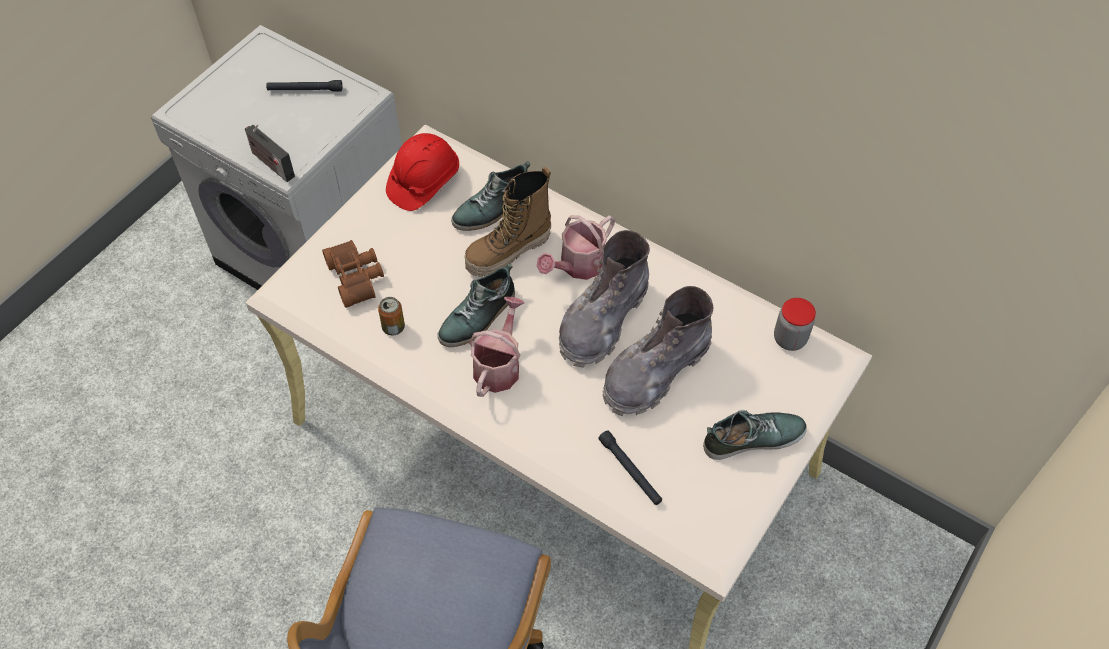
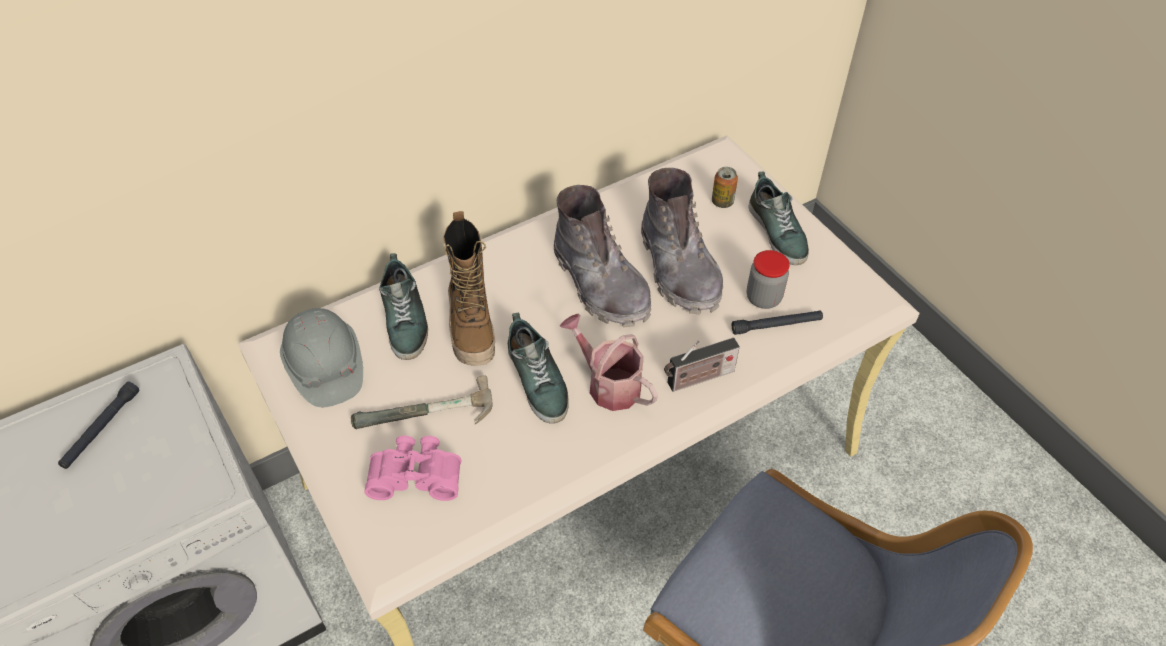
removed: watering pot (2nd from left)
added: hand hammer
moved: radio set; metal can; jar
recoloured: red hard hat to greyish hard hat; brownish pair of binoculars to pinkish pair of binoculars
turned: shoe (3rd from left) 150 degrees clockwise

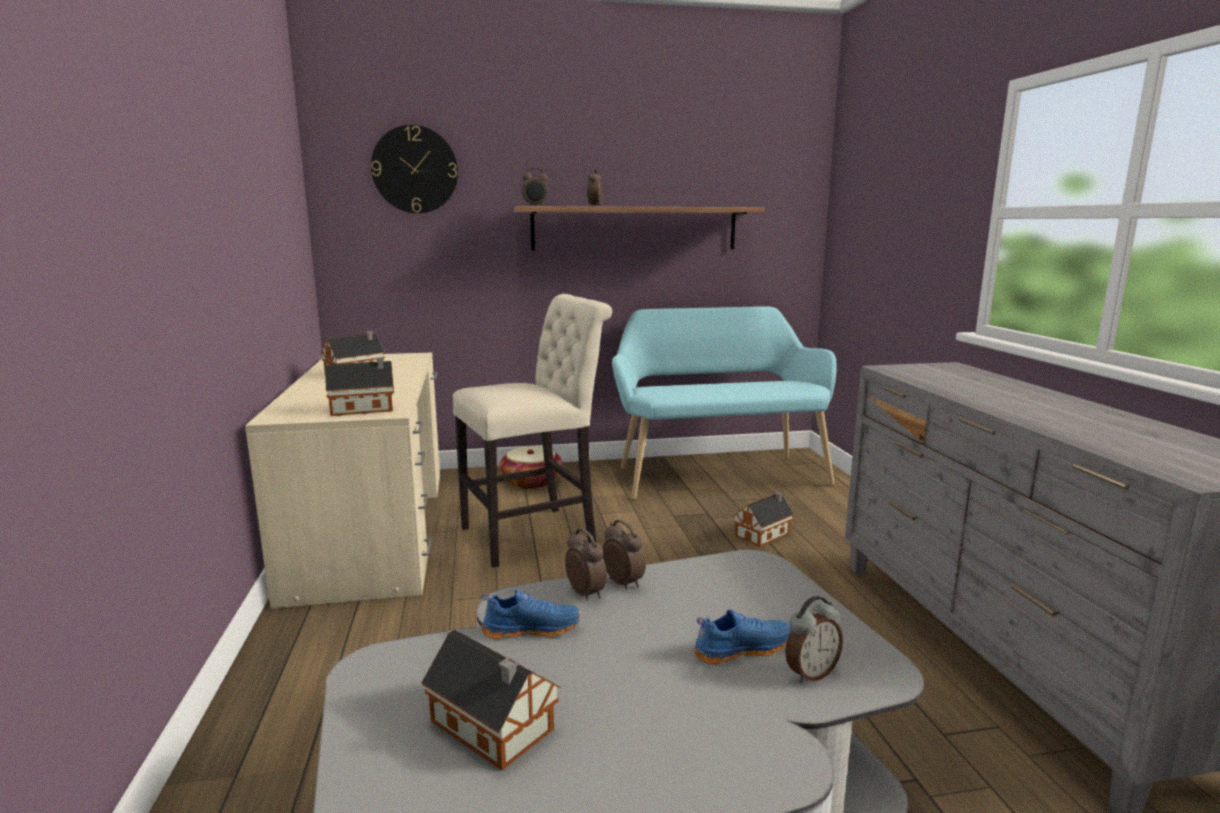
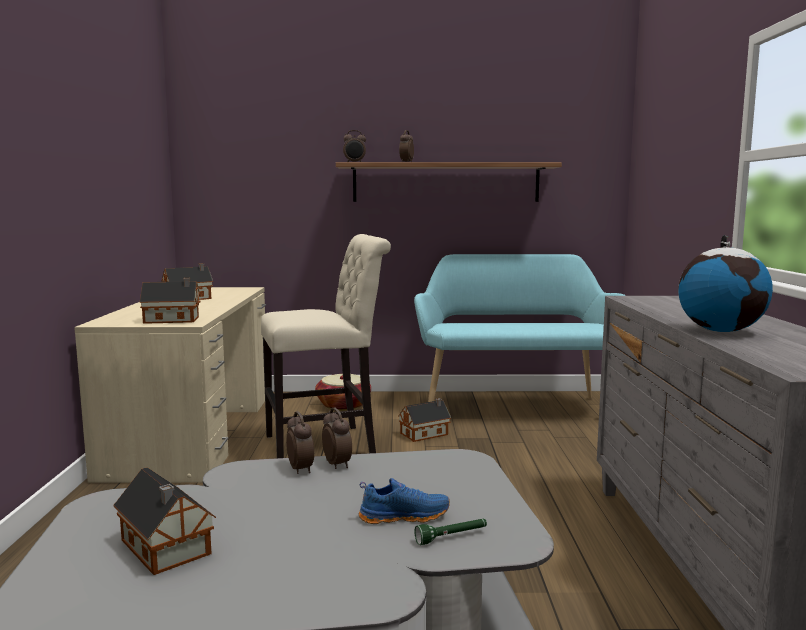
removed: hanging clock; bluish shoe (1st from left)
added: globe
moved: miniature house (4th from left)
replaced: table clock (5th from left) to greenish hand torch

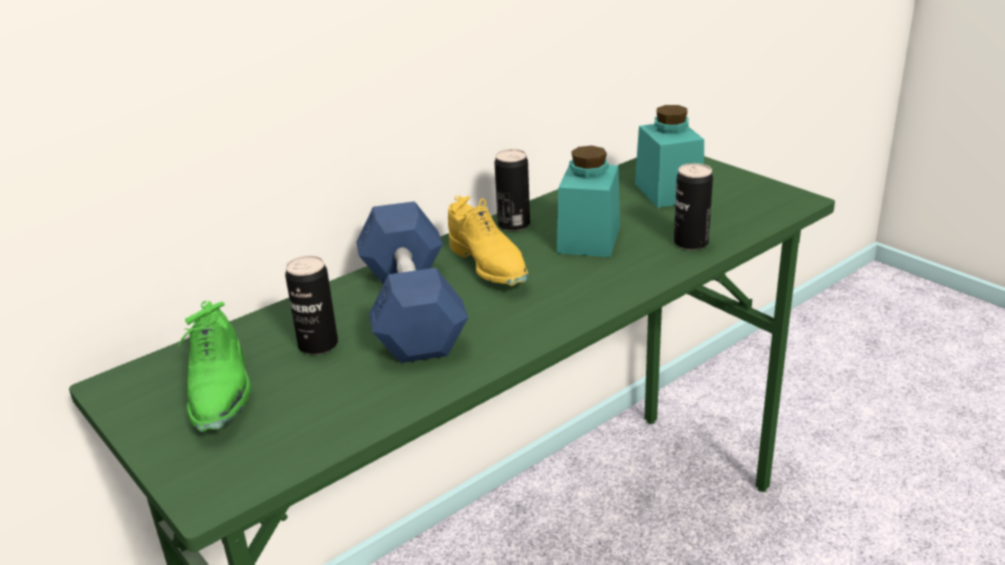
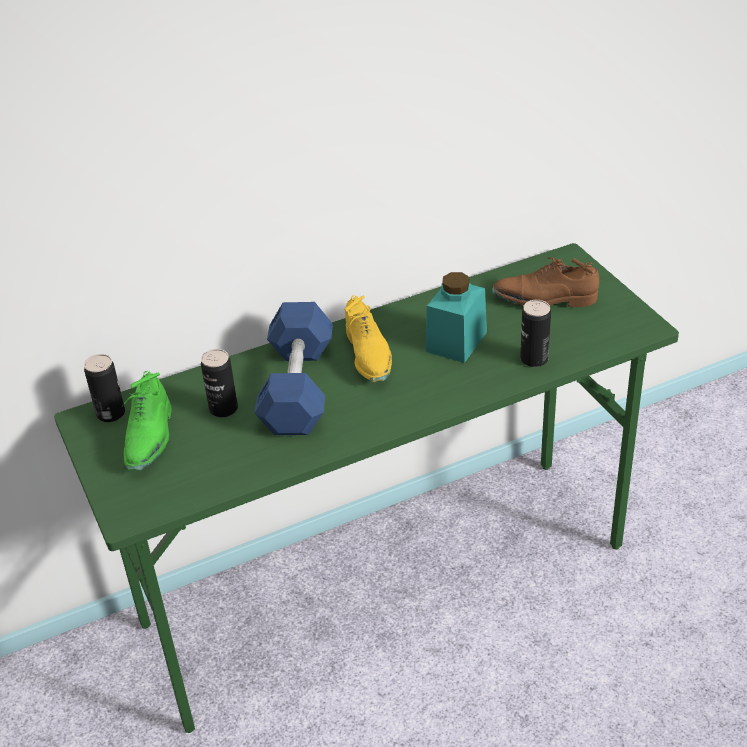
moved: metal can (2nd from left in the first image) to metal can (1st from left)
replaced: turquoise-coloured jar (2nd from left) to brownish shoe

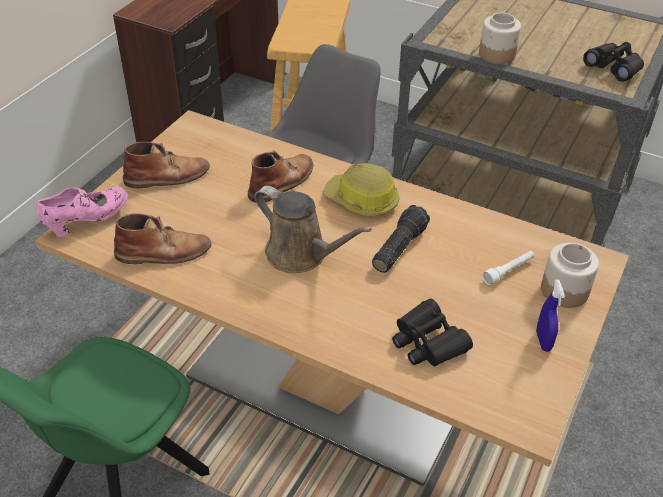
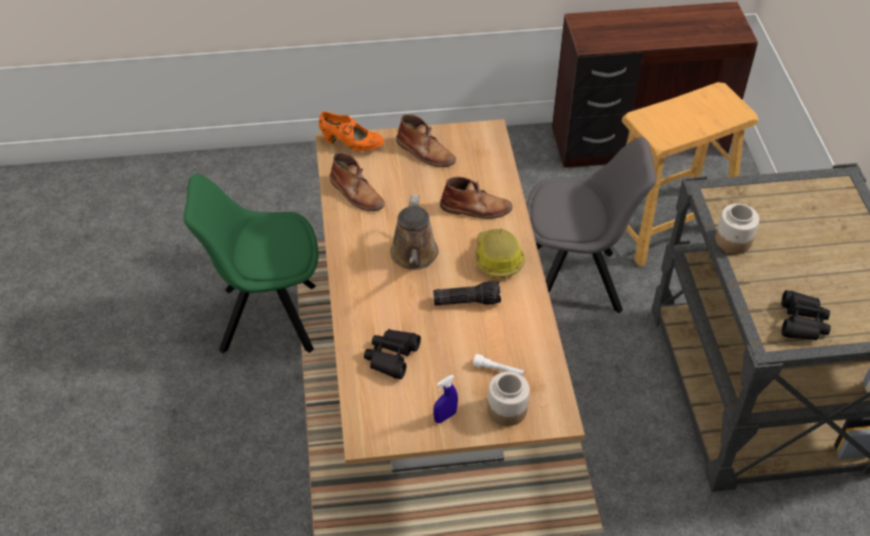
recoloured: pinkish shoe to orange-coloured shoe

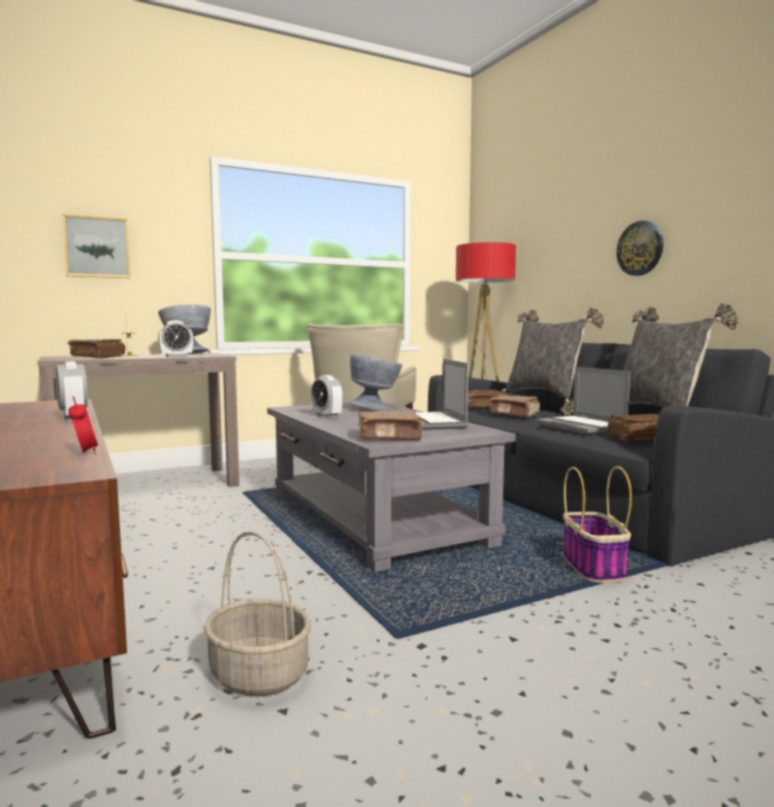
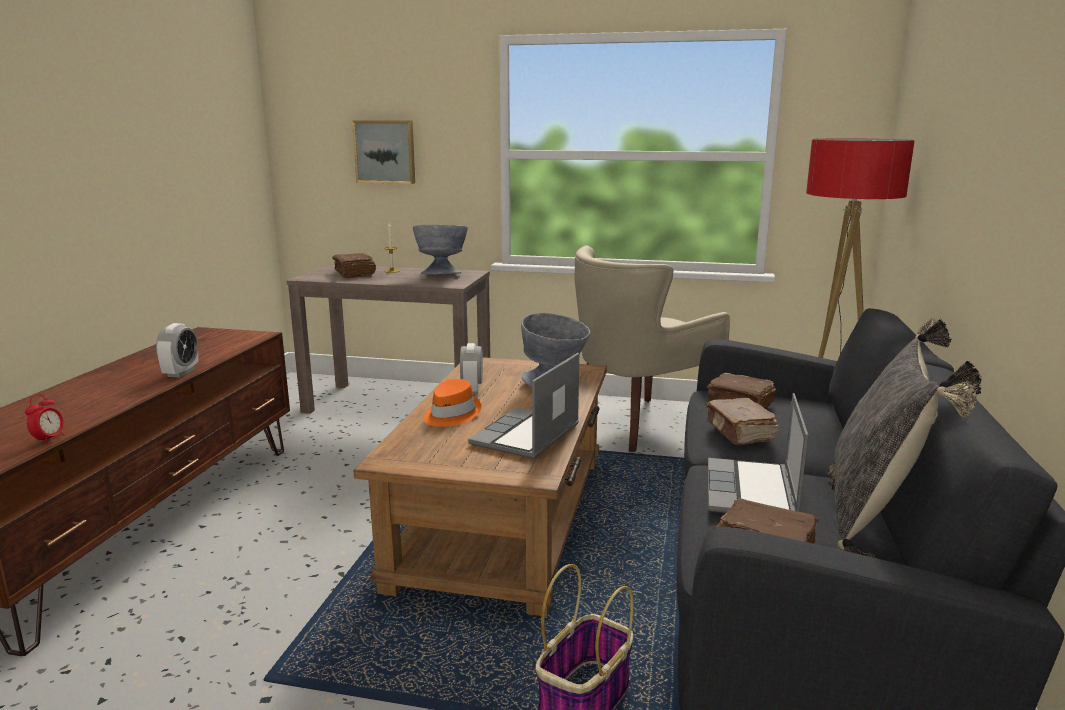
removed: hanging clock; throw pillow (1st from left); table clock (3rd from left); brownish book (2nd from left); storage basket (1st from left)
added: orange-coloured clothing hat
recoloured: greyish coffee table to brownish coffee table

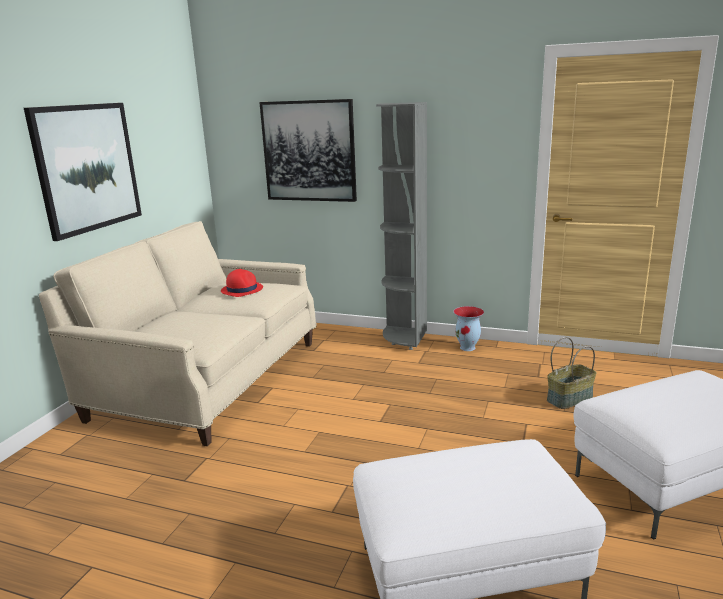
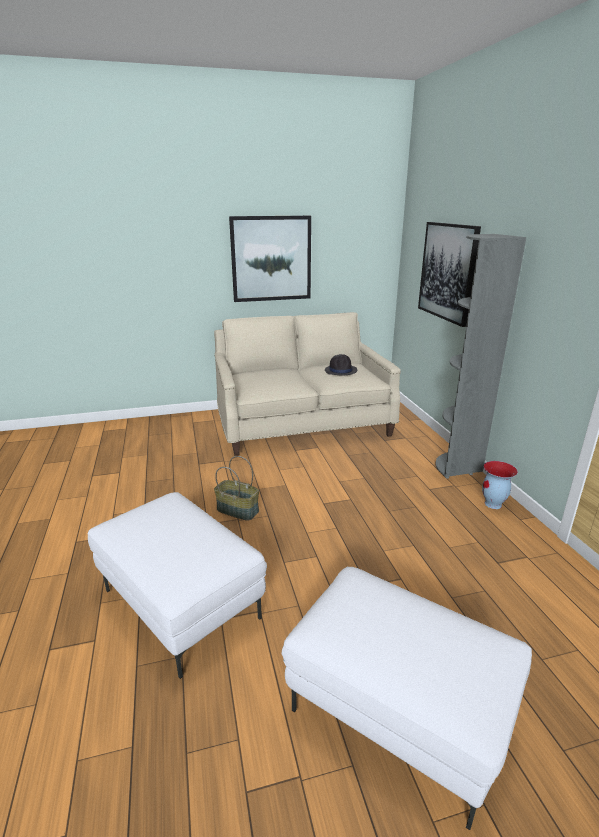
moved: storage basket
recoloured: red clothing hat to blackish clothing hat

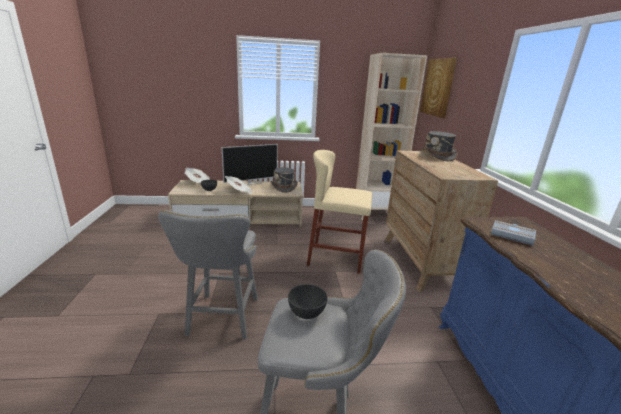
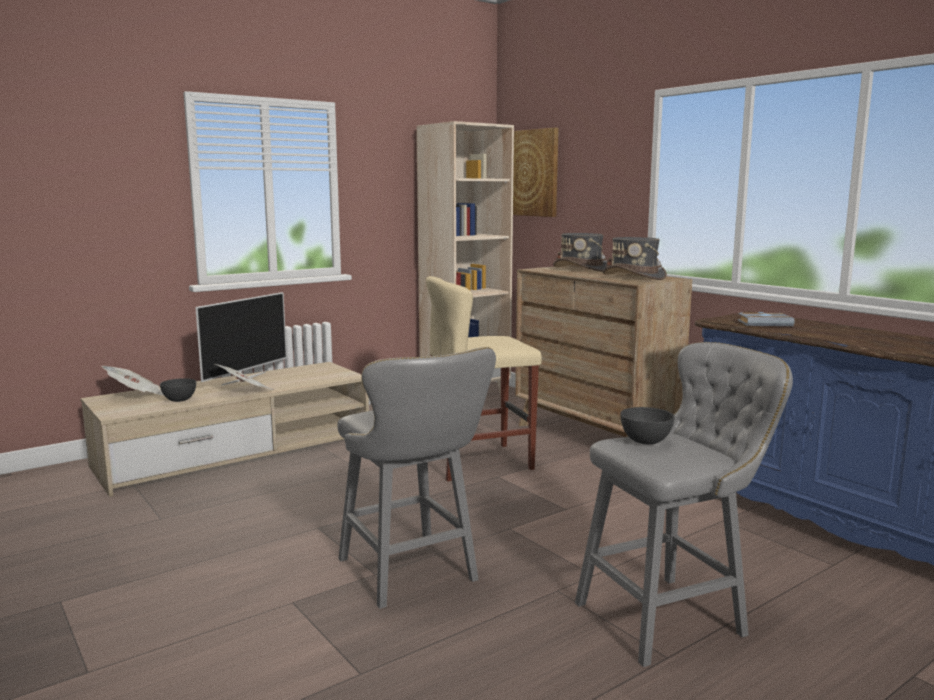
moved: greyish clothing hat (1st from left in the first image) to greyish clothing hat (2nd from left)

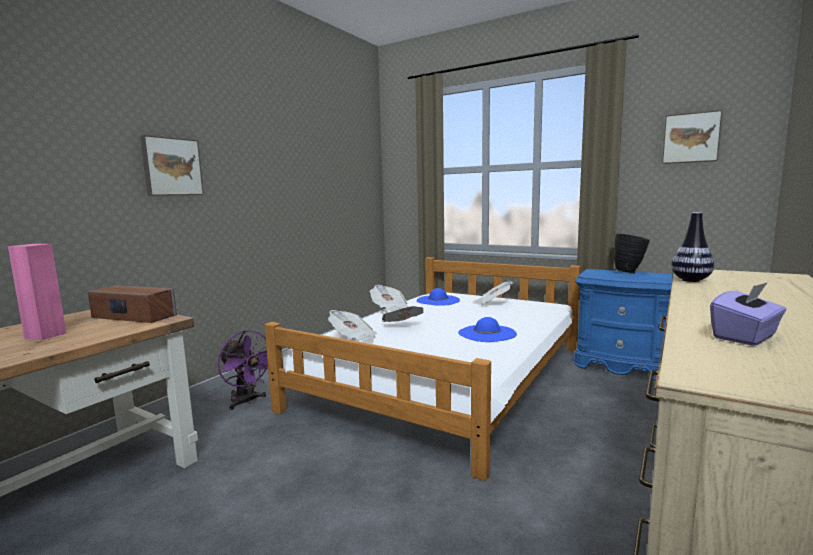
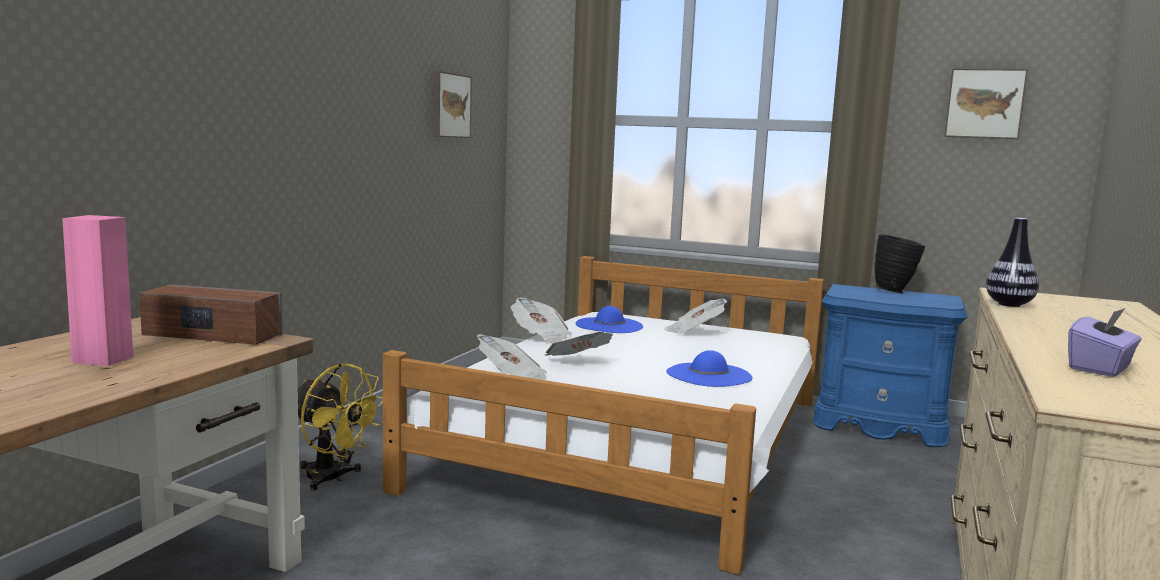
moved: wall art (1st from left)
recoloured: purplish fan to yellowish fan

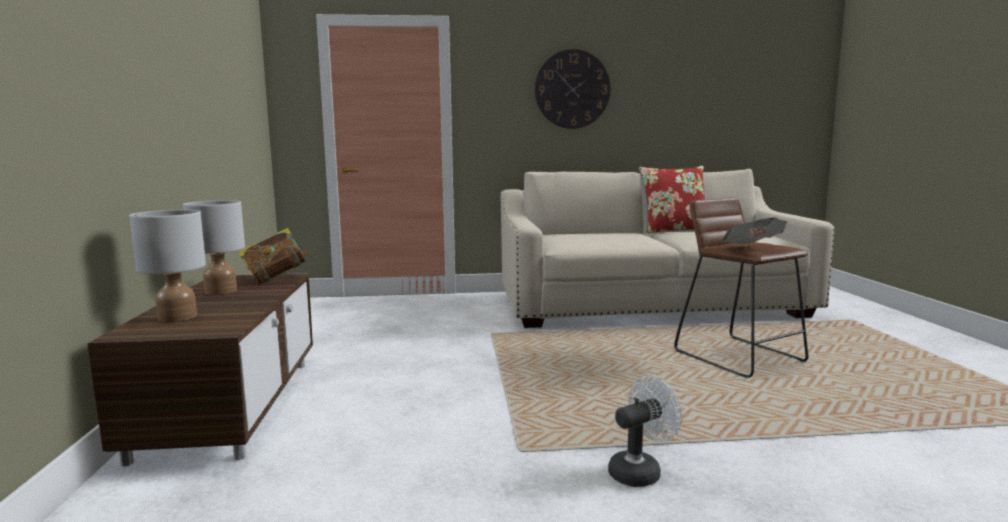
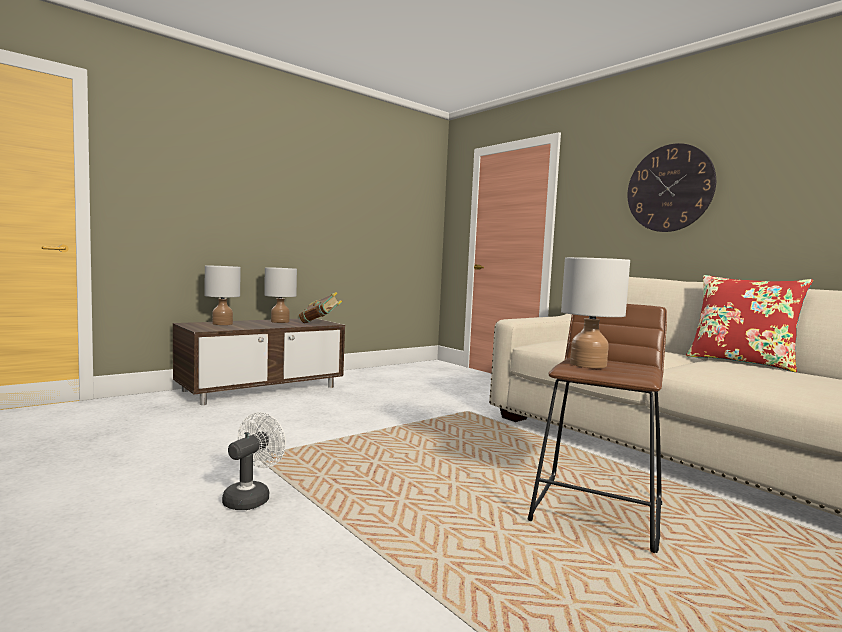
replaced: printed paper to greyish lamp for a table (3rd from left)
turned: whitish fan 90 degrees counterclockwise

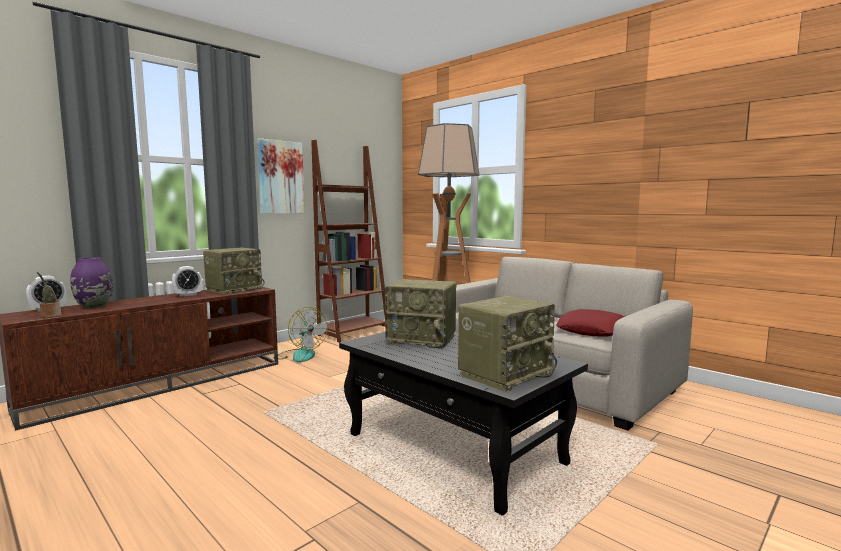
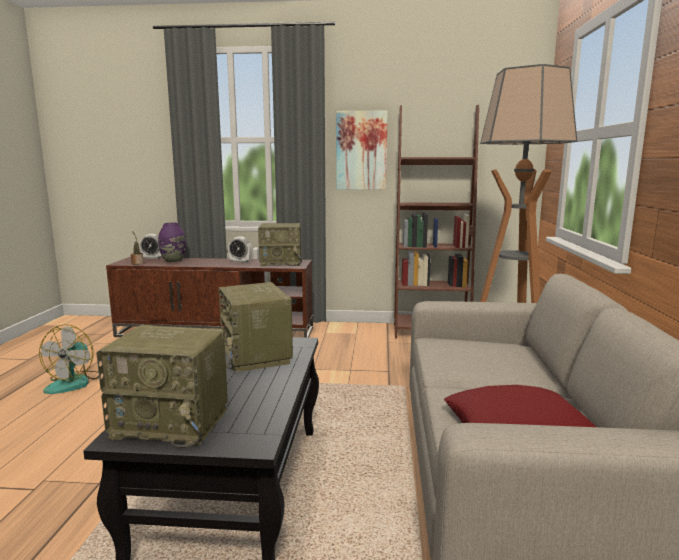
moved: fan

